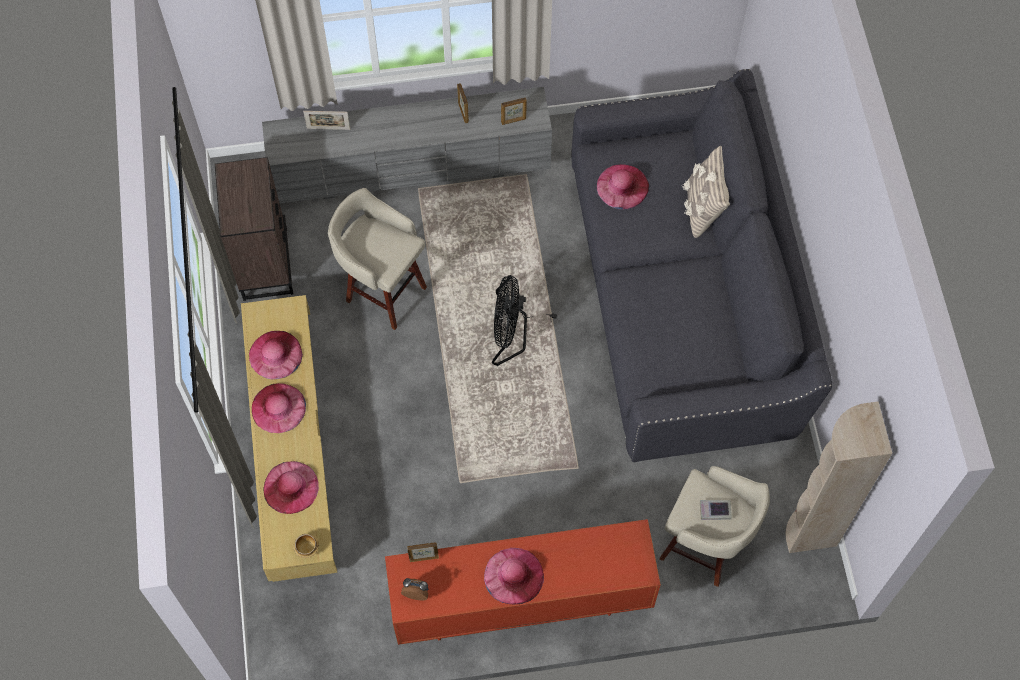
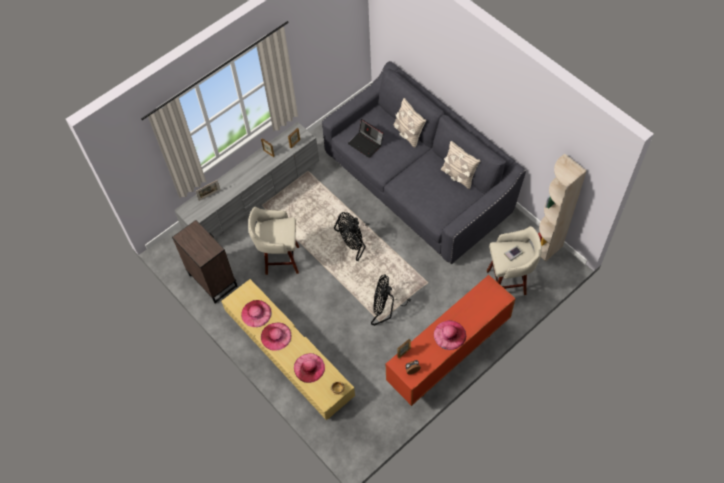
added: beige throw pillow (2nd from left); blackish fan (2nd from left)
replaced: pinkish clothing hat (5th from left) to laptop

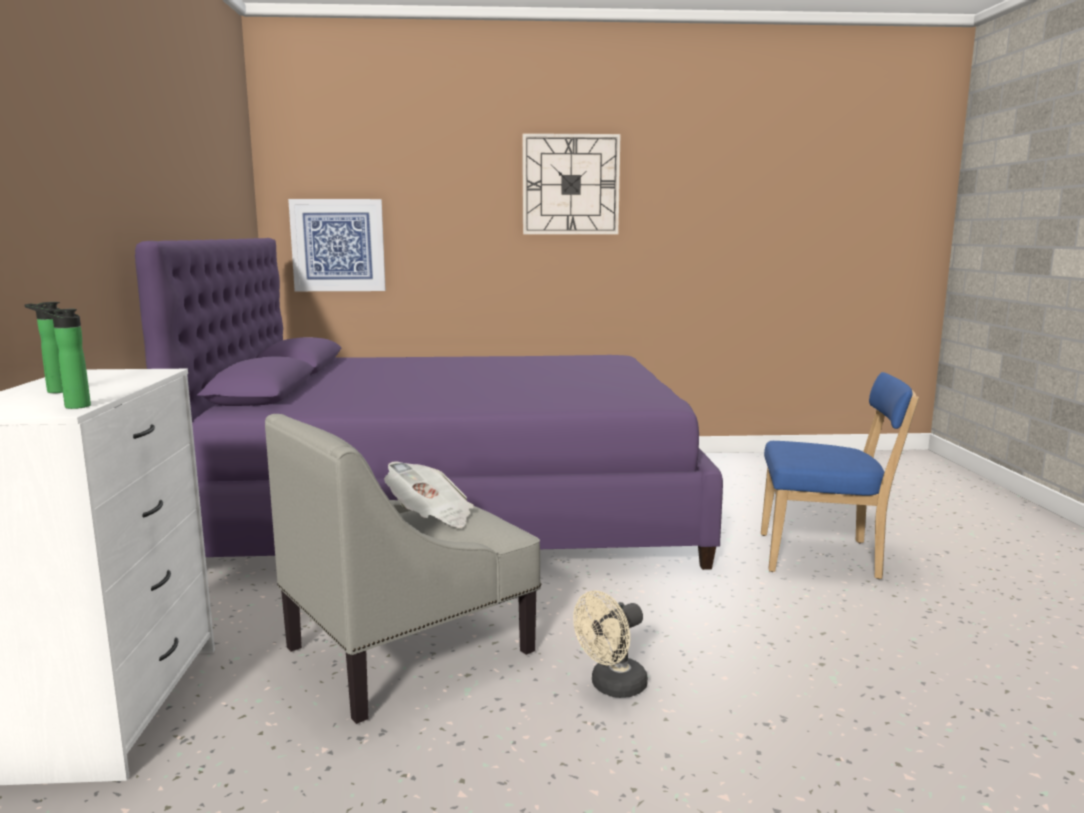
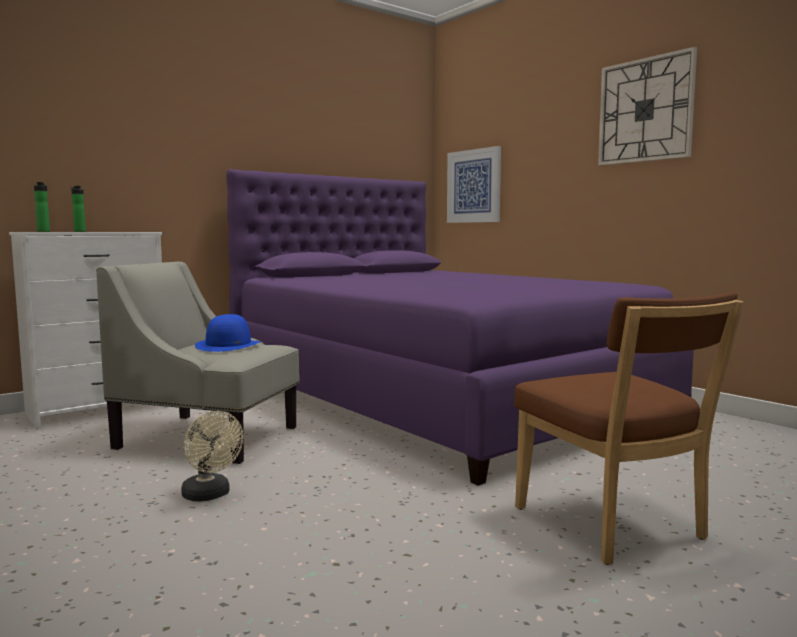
replaced: printed paper to bluish clothing hat
recoloured: bluish upright chair to brownish upright chair
turned: beige fan 150 degrees counterclockwise

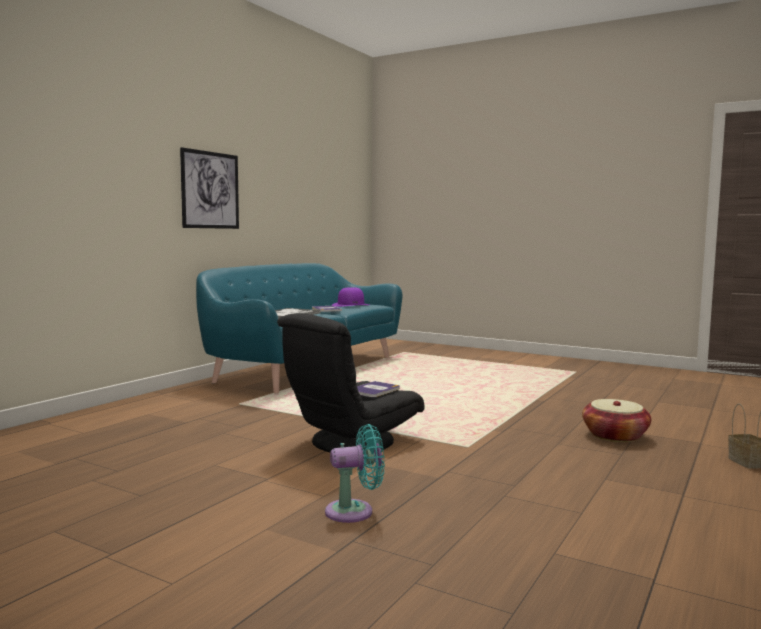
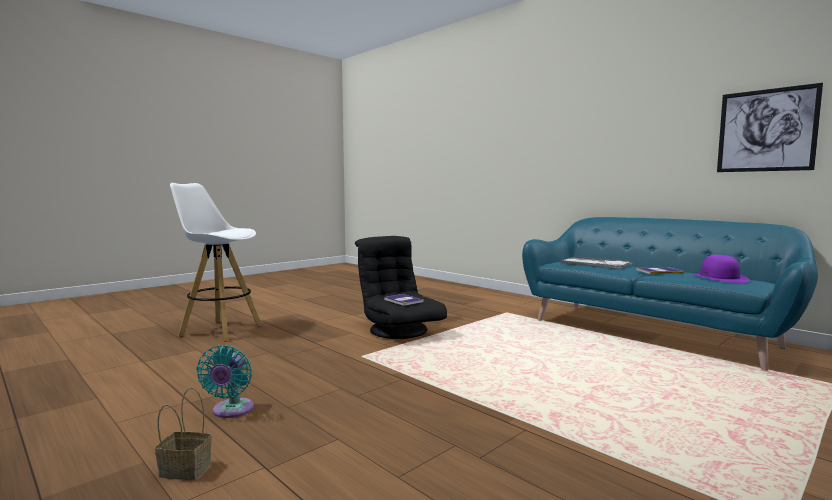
removed: storage basket (1st from left)
added: whitish sitting stool
moved: wall art; turquoise-coloured fan

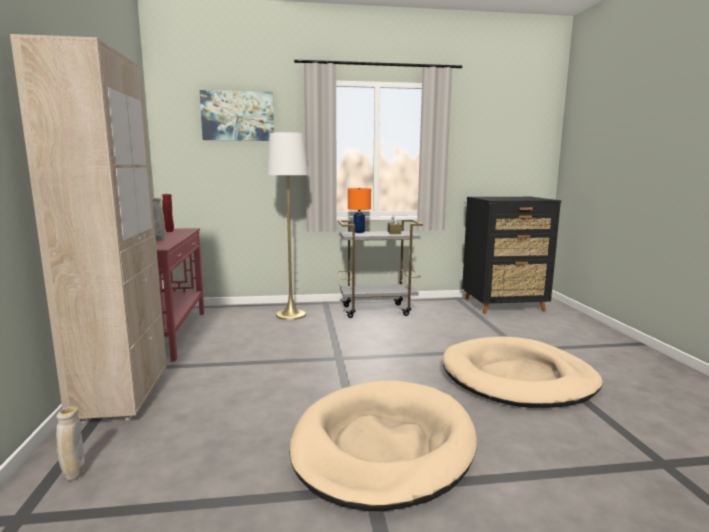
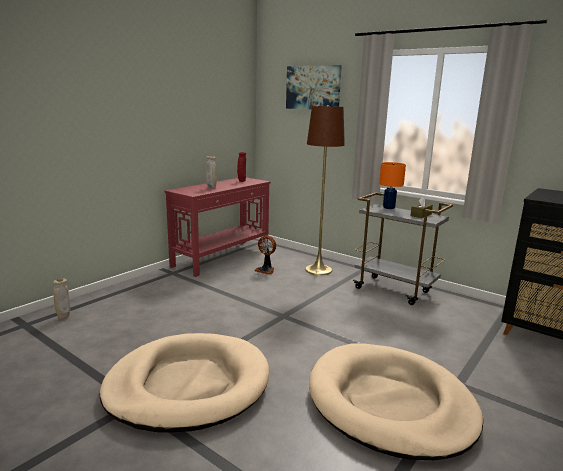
removed: beige cupboard
added: fan
recoloured: whitish standard lamp to brownish standard lamp

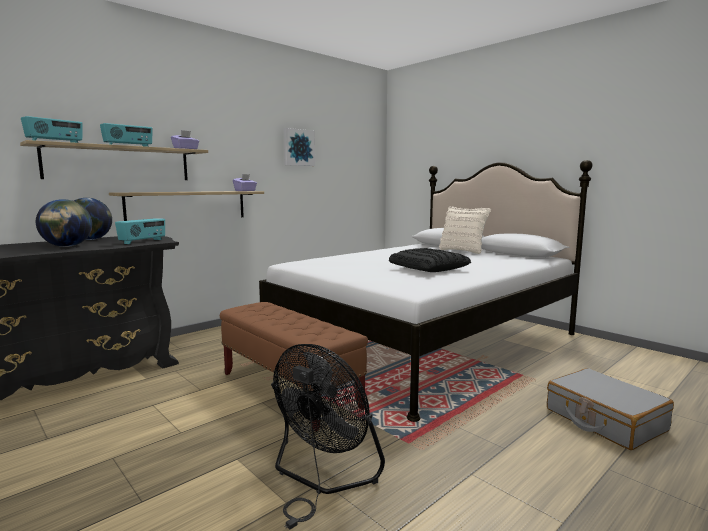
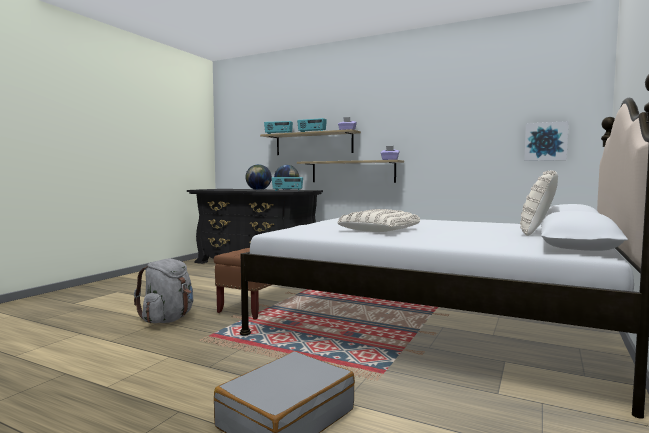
moved: wall art
replaced: blackish fan to greyish rucksack
recoloured: blackish throw pillow to beige throw pillow (1st from left)

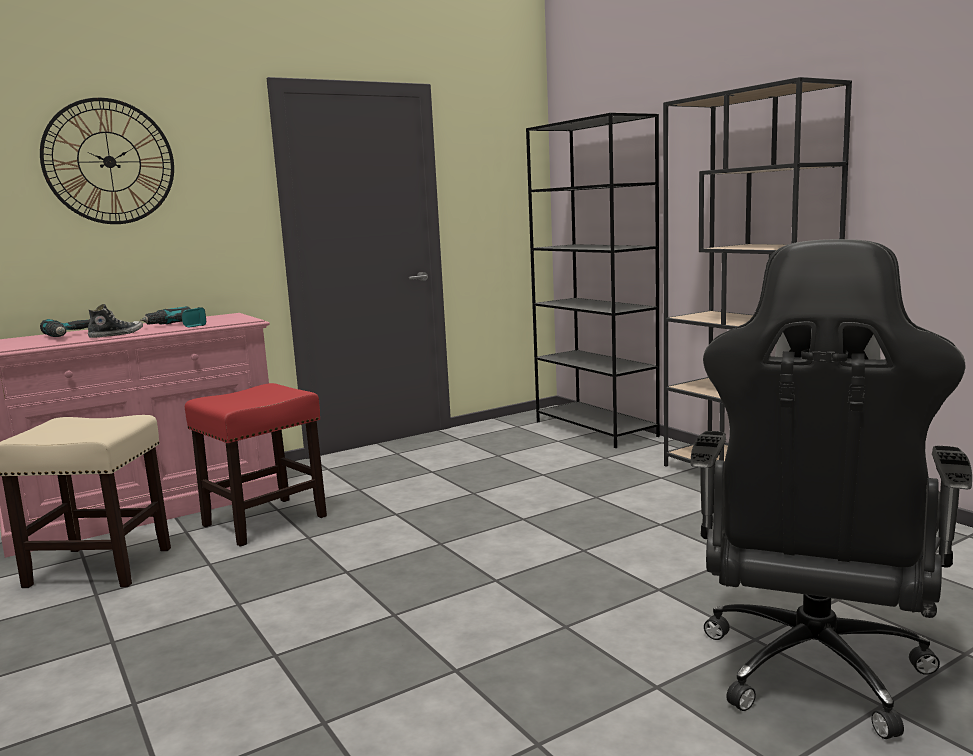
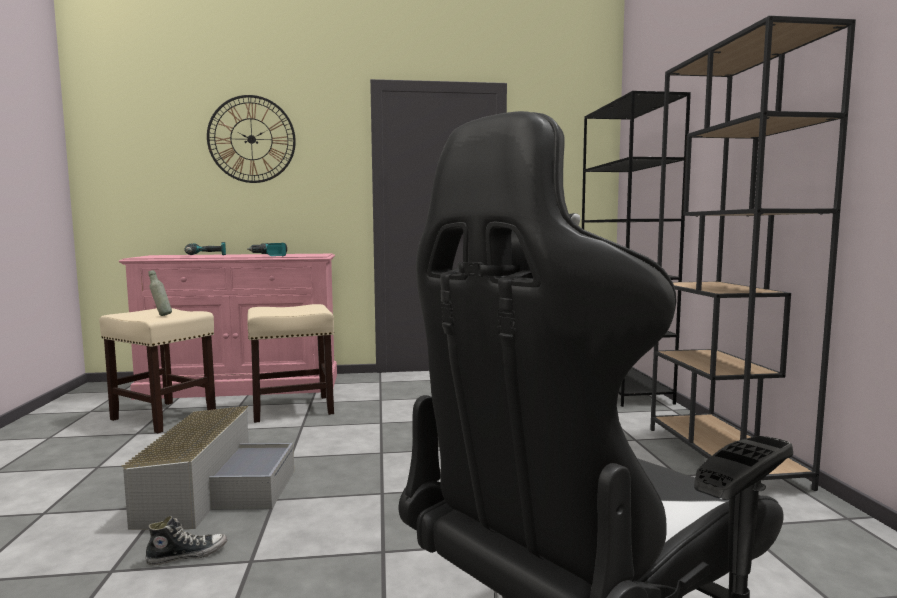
added: greyish beverage bottle; greyish storage bin
moved: shoe
recoloured: red sitting stool to beige sitting stool (2nd from left)

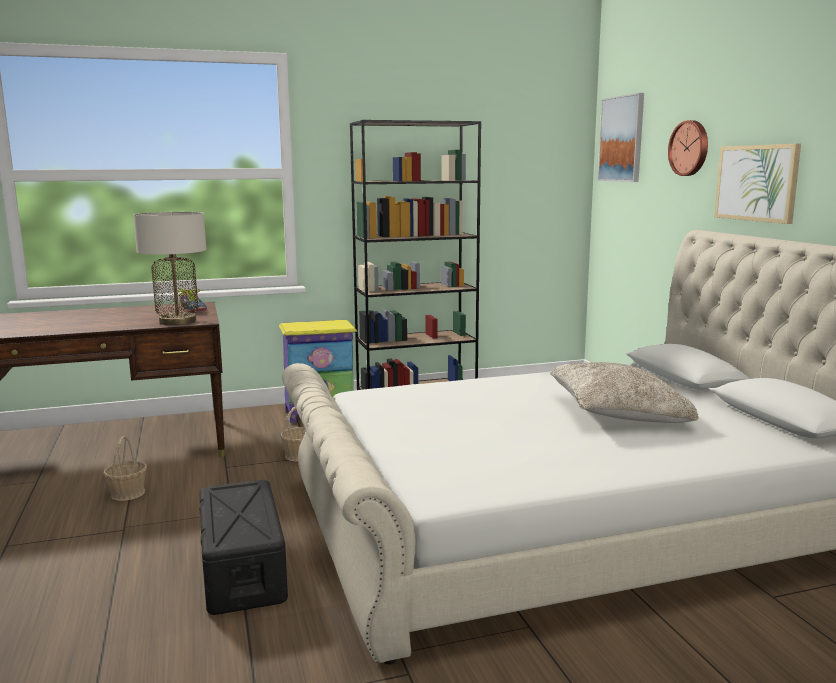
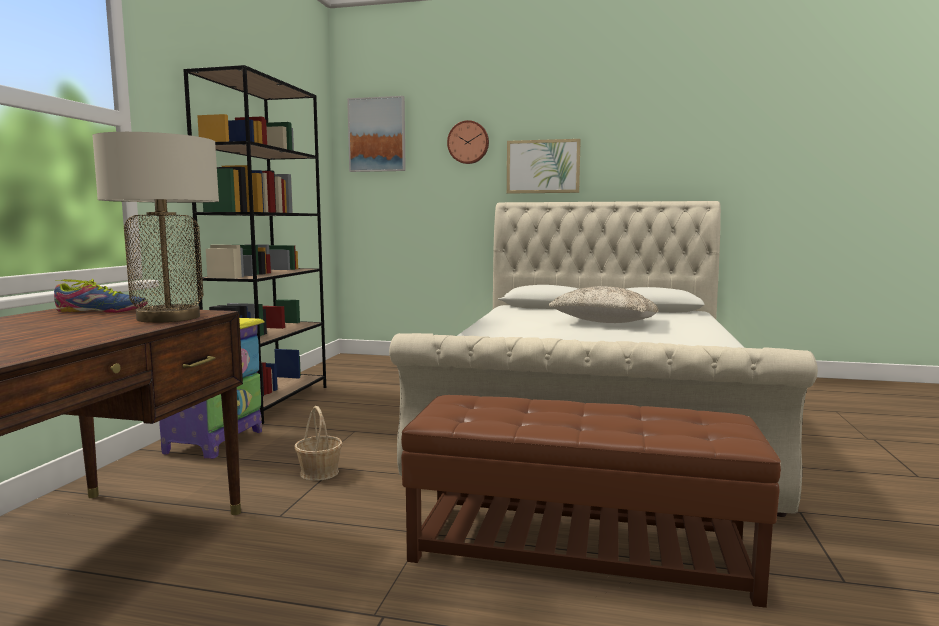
removed: storage basket (1st from left)
replaced: blackish storage bin to brownish footrest

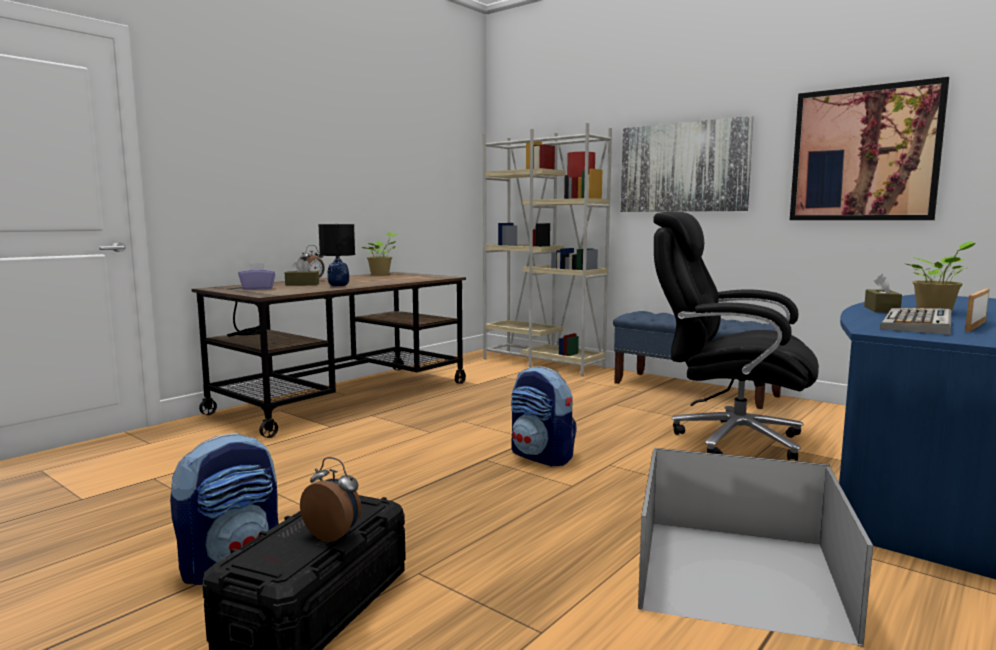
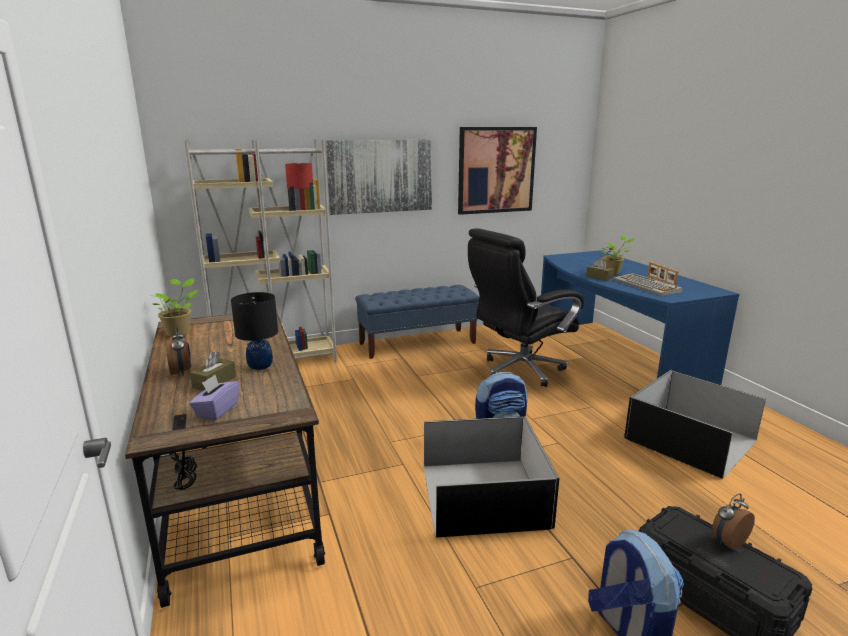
added: blackish storage bin (1st from left)

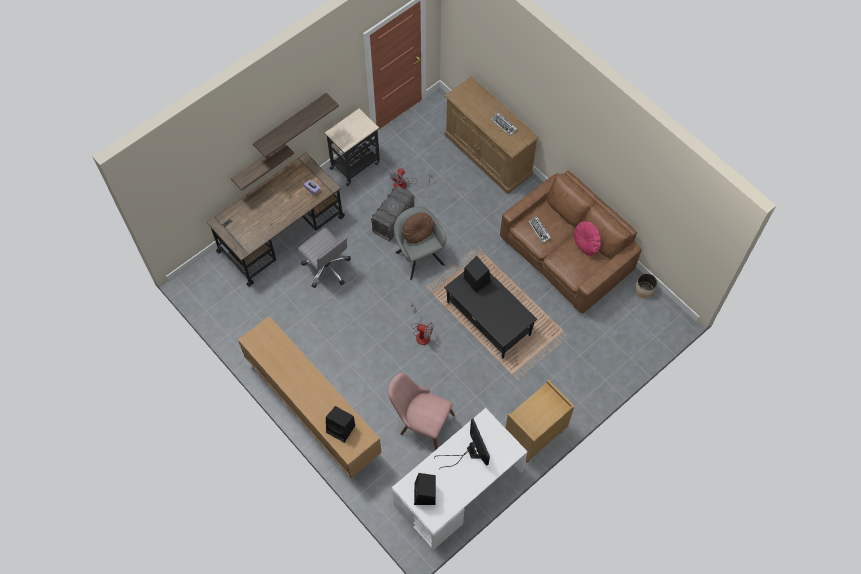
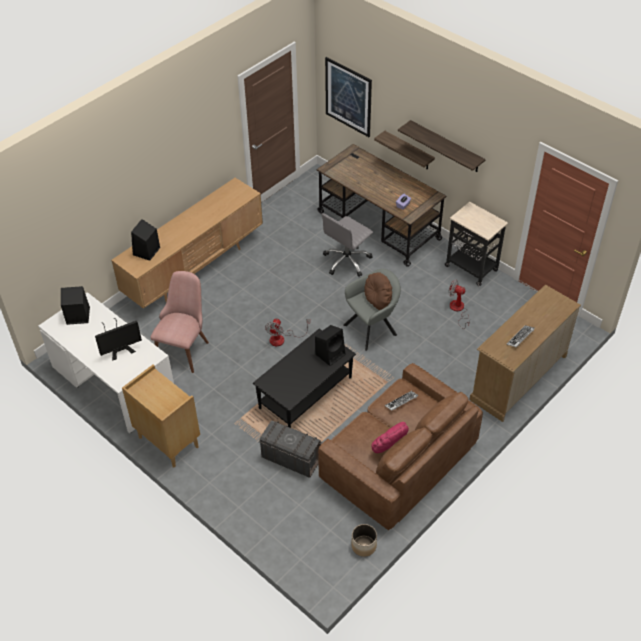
added: wall art
moved: greyish storage bin

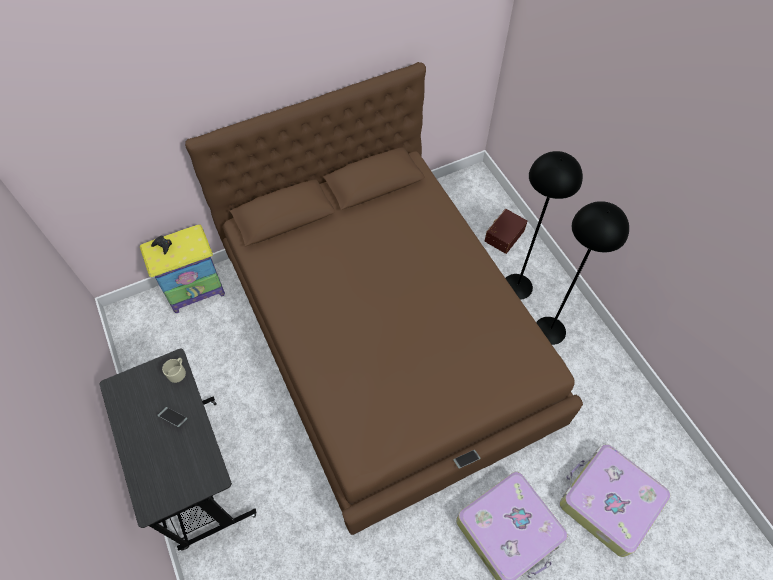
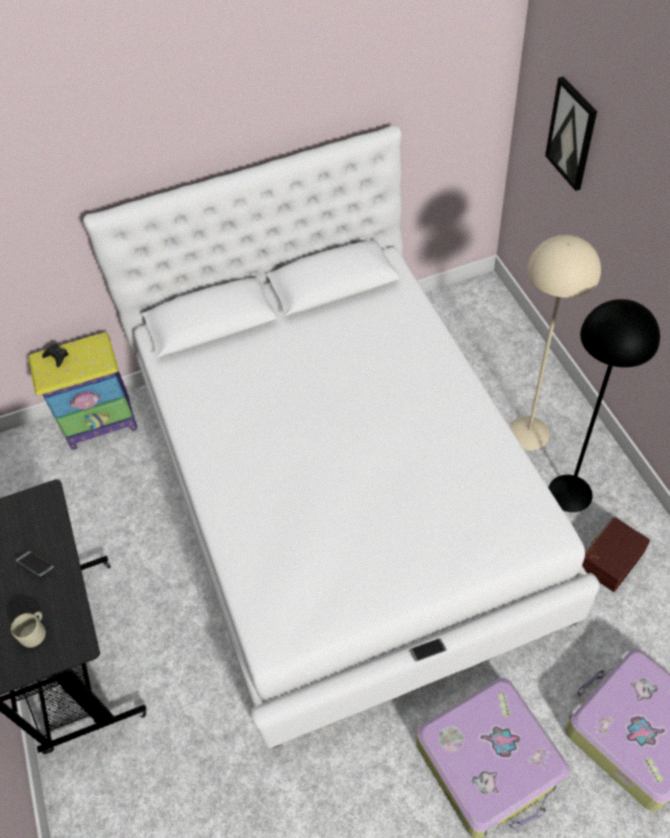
added: wall art
moved: brownish storage bin; beige mug
recoloured: brownish bed to whitish bed; blackish standard lamp (1st from left) to beige standard lamp

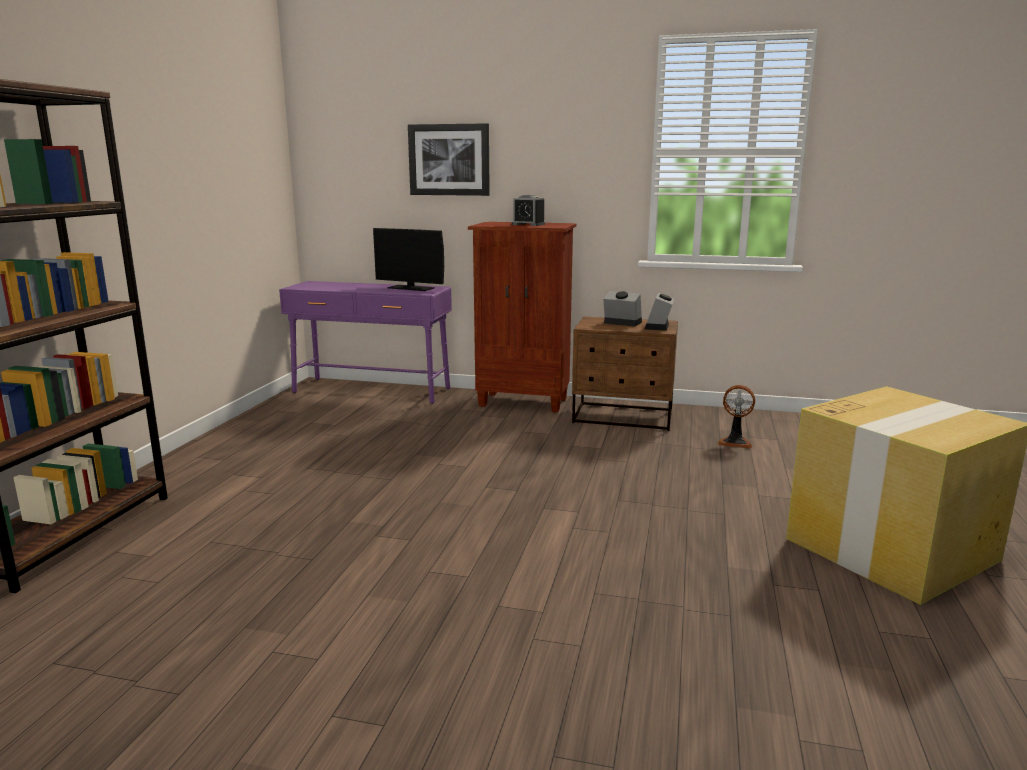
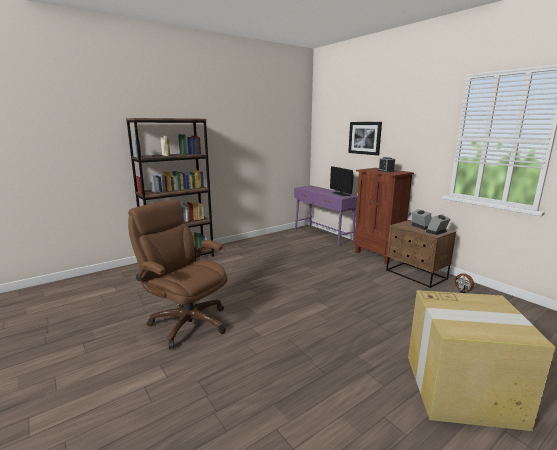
added: brownish desk chair

